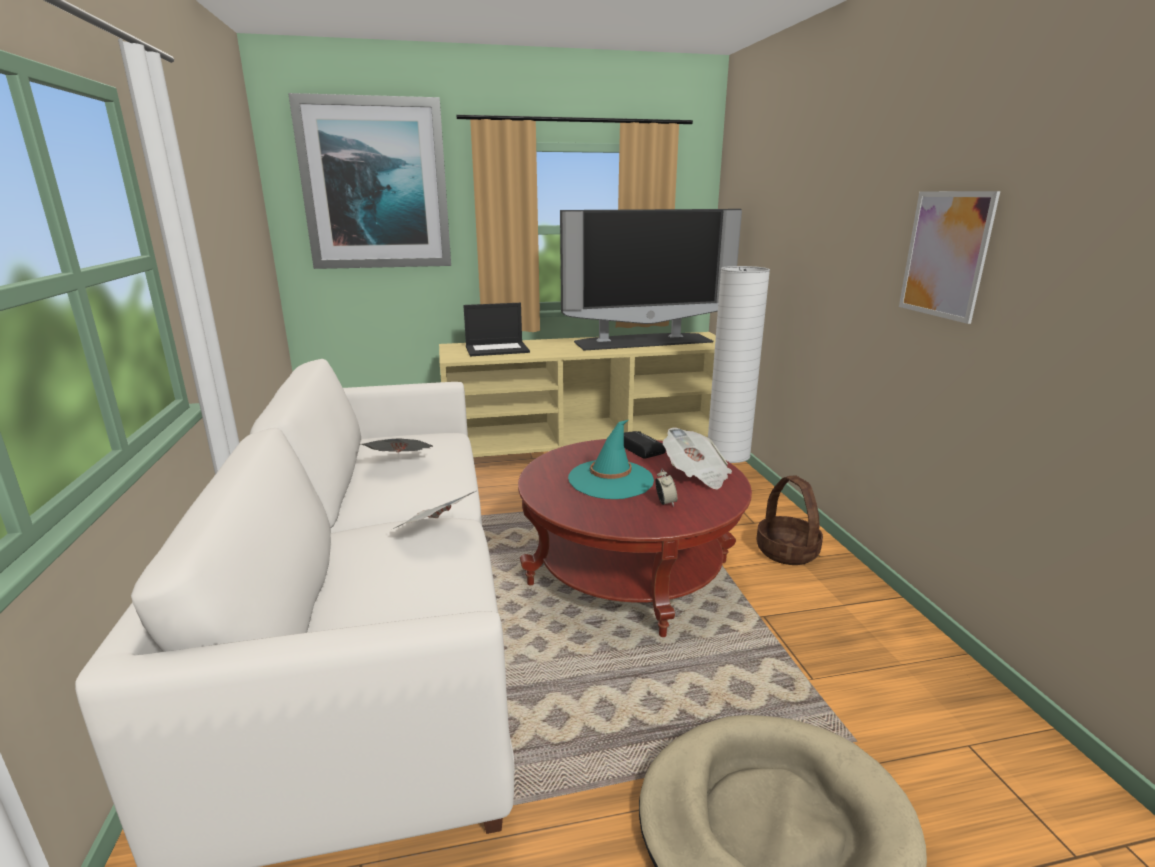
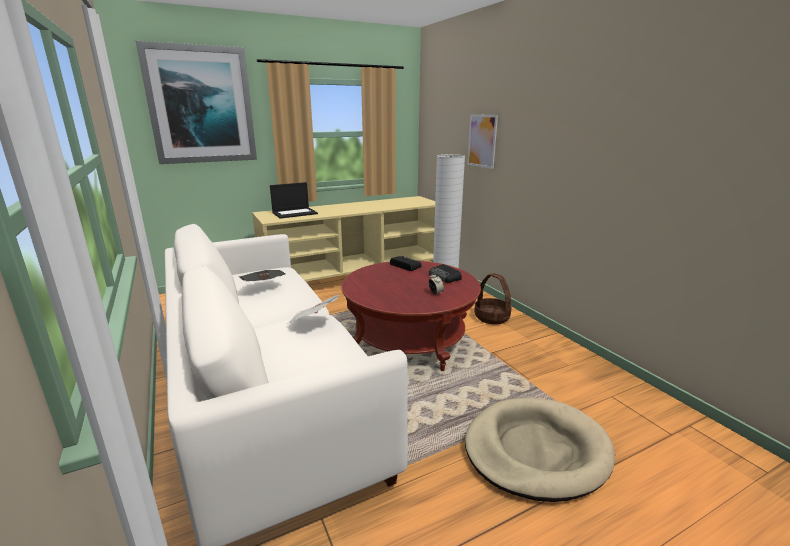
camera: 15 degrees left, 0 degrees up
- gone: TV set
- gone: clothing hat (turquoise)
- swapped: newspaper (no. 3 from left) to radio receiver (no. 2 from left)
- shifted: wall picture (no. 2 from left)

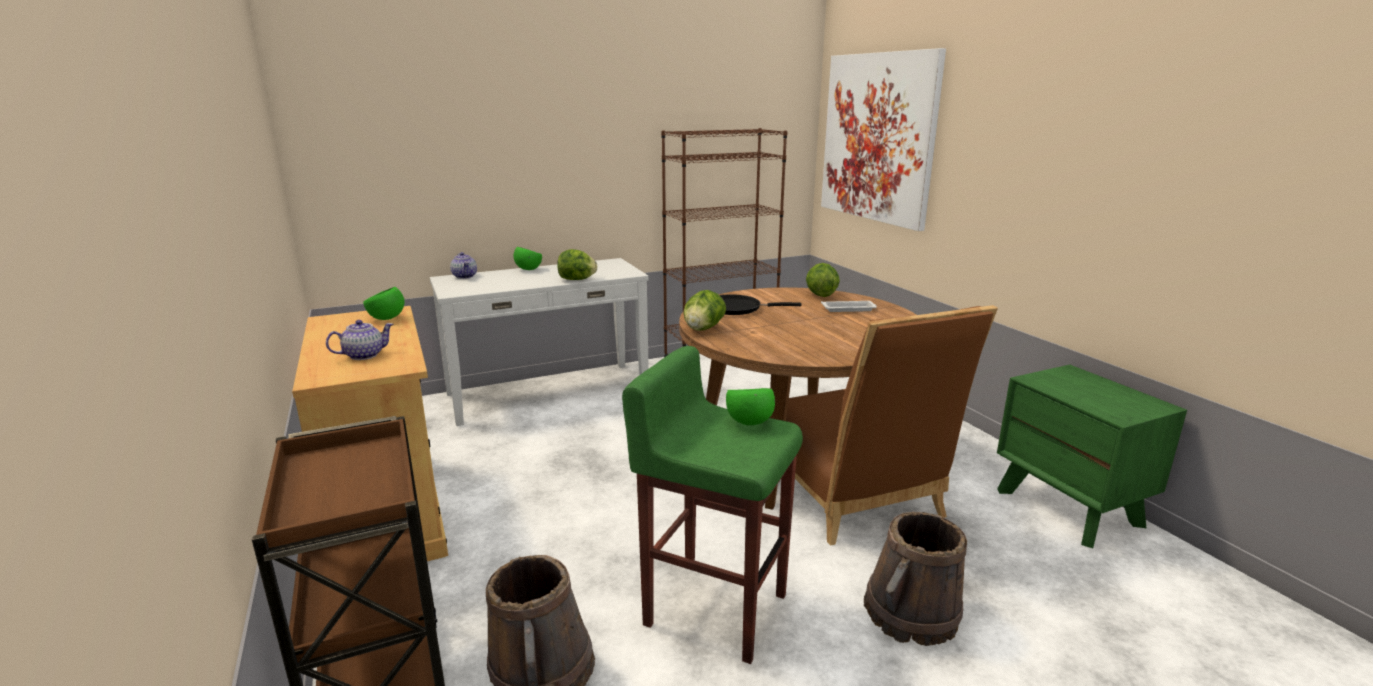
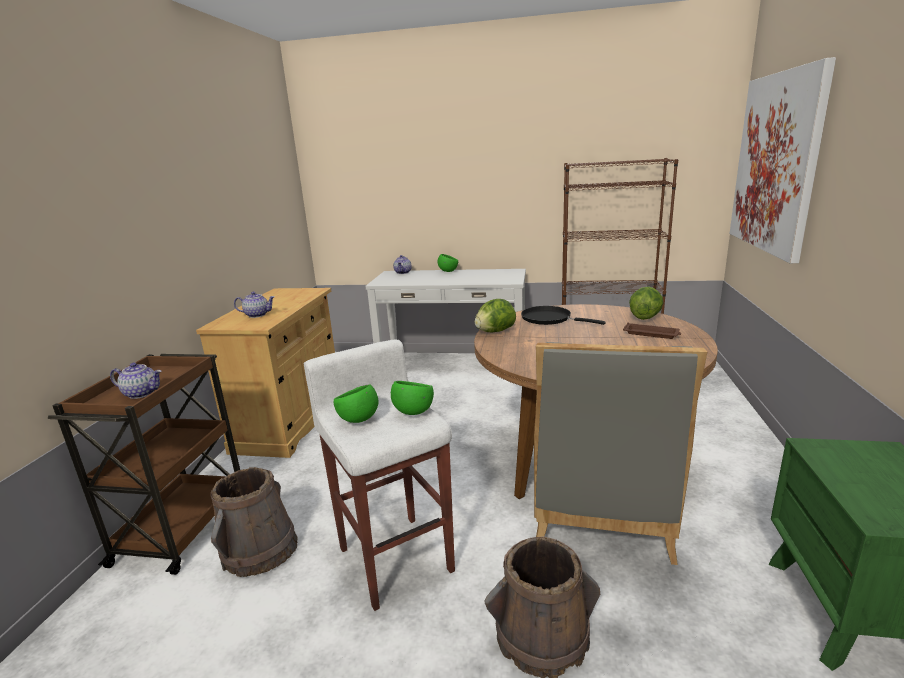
camera: 35 degrees right, 0 degrees up
- shifted: deep dish (greenish) (no. 1 from left)
- gone: lettuce (no. 1 from left)
- repainted: sitting stool (greenish) to sitting stool (white)
- repainted: upright chair (brown-coloured) to upright chair (greyish)
- repainted: carrying tray (white) to carrying tray (brown-coloured)
- new: pot for tea (no. 1 from left)

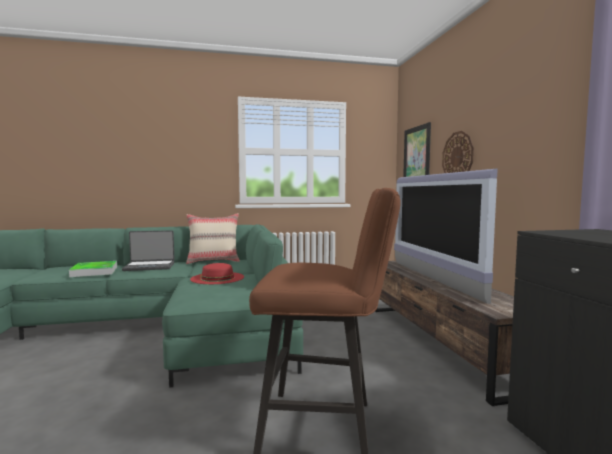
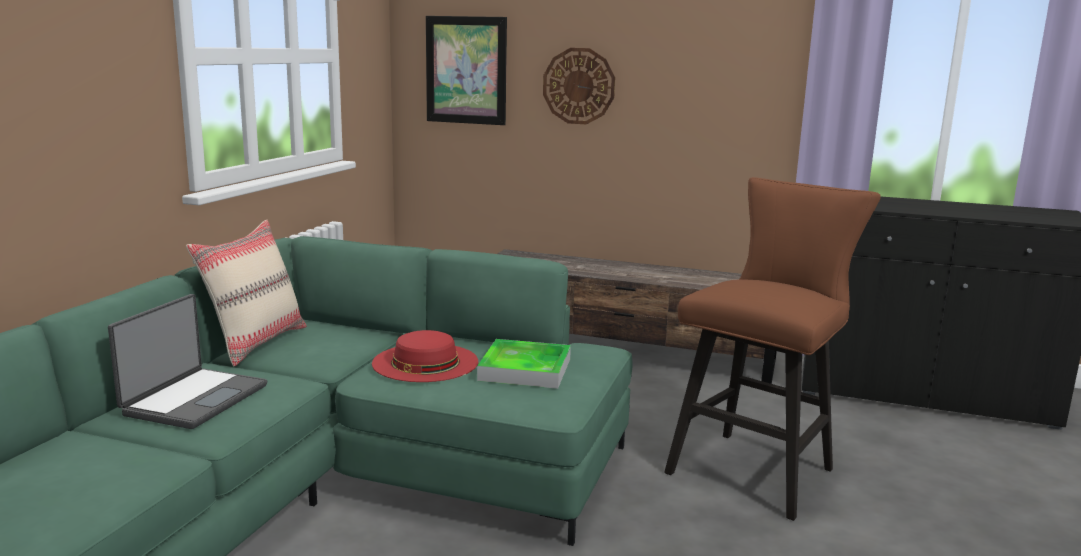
camera: 60 degrees left, 10 degrees up
- shifted: carrying tray
- gone: TV set

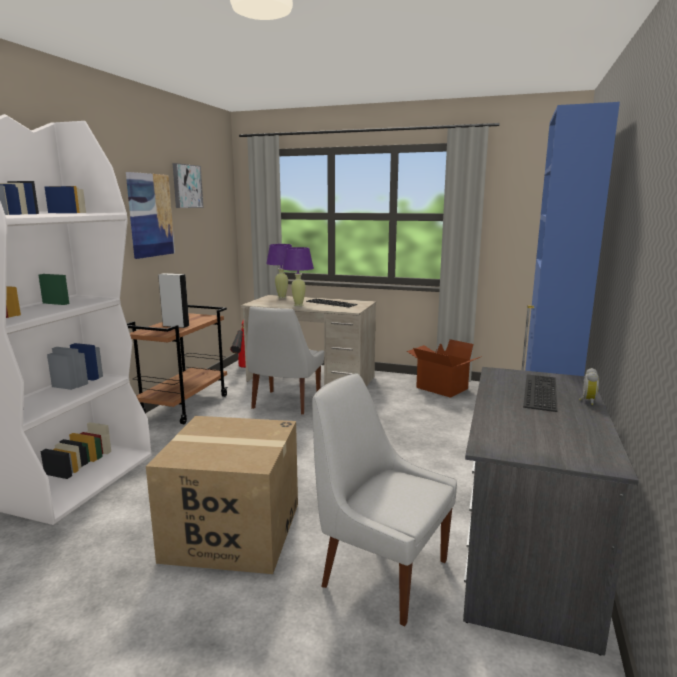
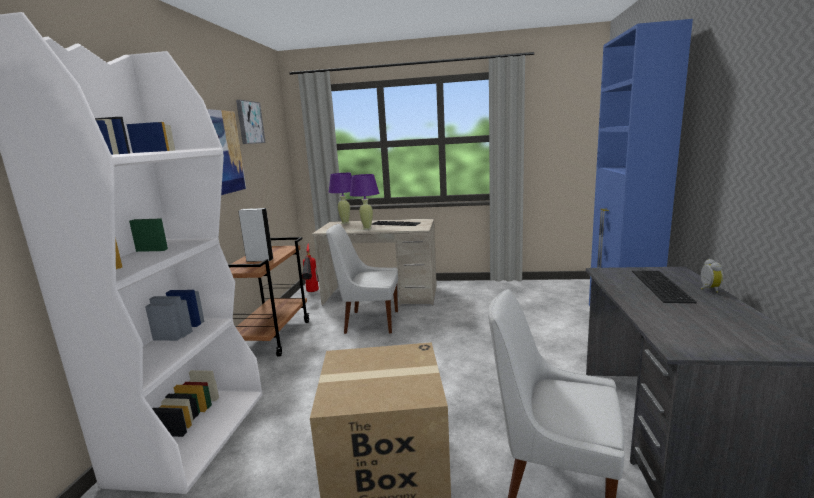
camera: 10 degrees left, 0 degrees up
- rotated: upright chair (white) (no. 1 from left) 90 degrees clockwise
- gone: cardboard box (no. 2 from left)

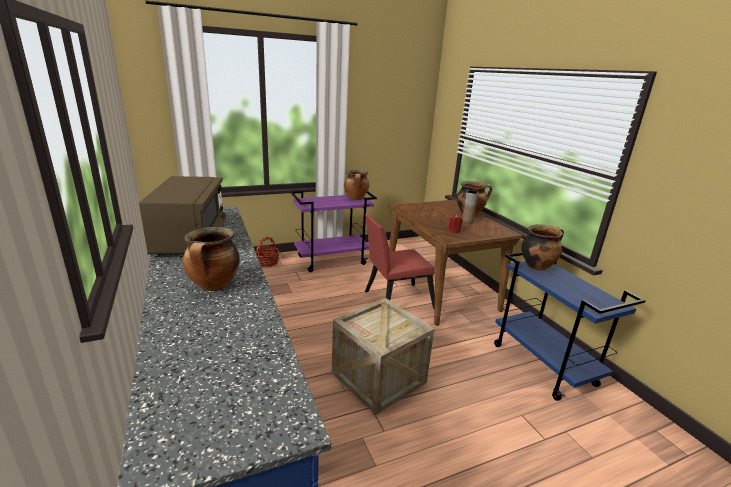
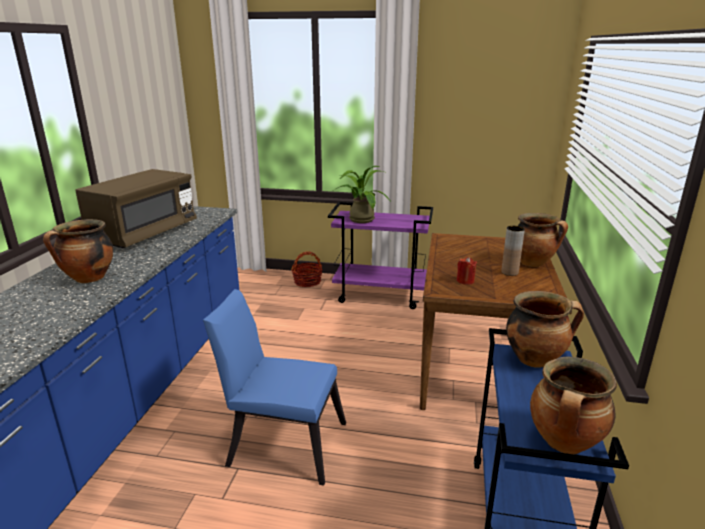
camera: 35 degrees right, 0 degrees up
- swapped: packing crate to upright chair (bluish)
- shifted: stockpot (no. 2 from left in the first image) to stockpot (no. 4 from left)
- gone: upright chair (red)
- new: potted plant

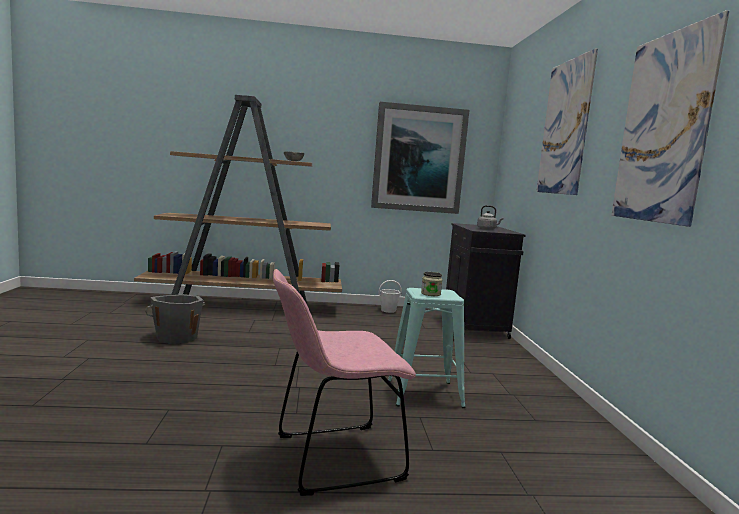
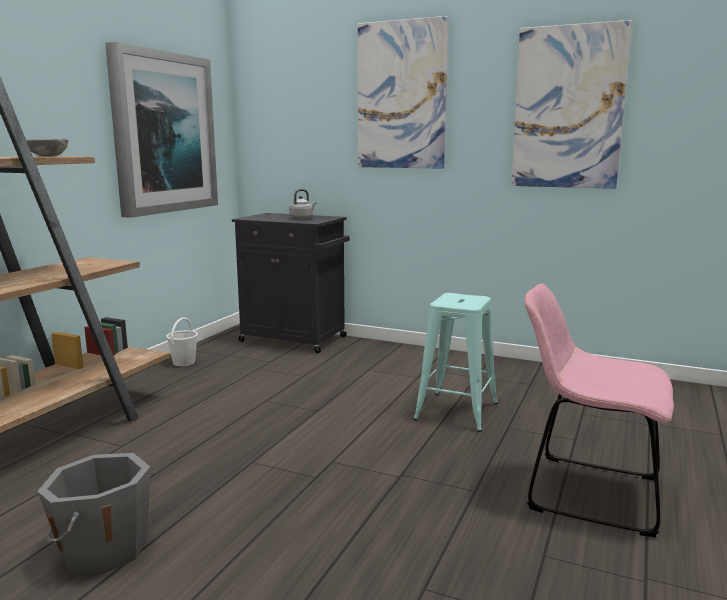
camera: 60 degrees left, 5 degrees up
- rotated: upright chair (pink-coloured) 105 degrees clockwise
- gone: jar

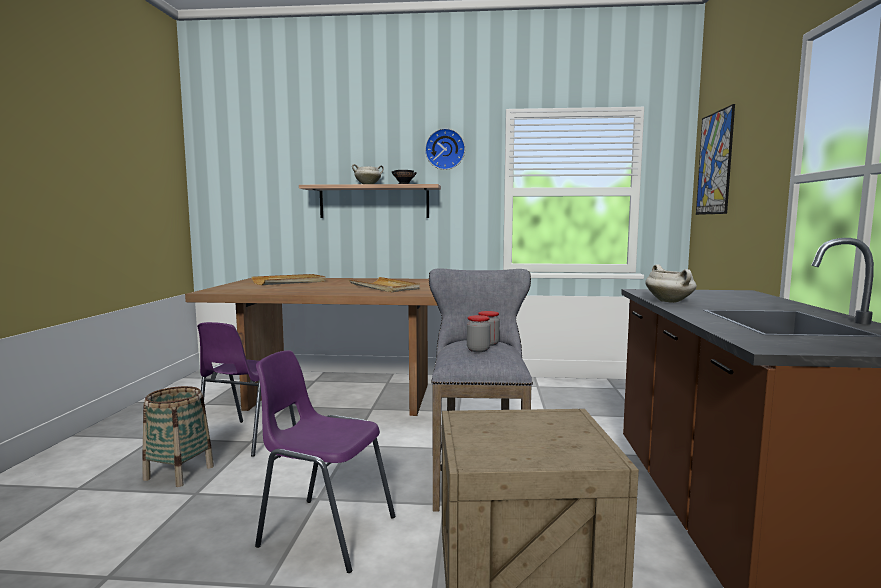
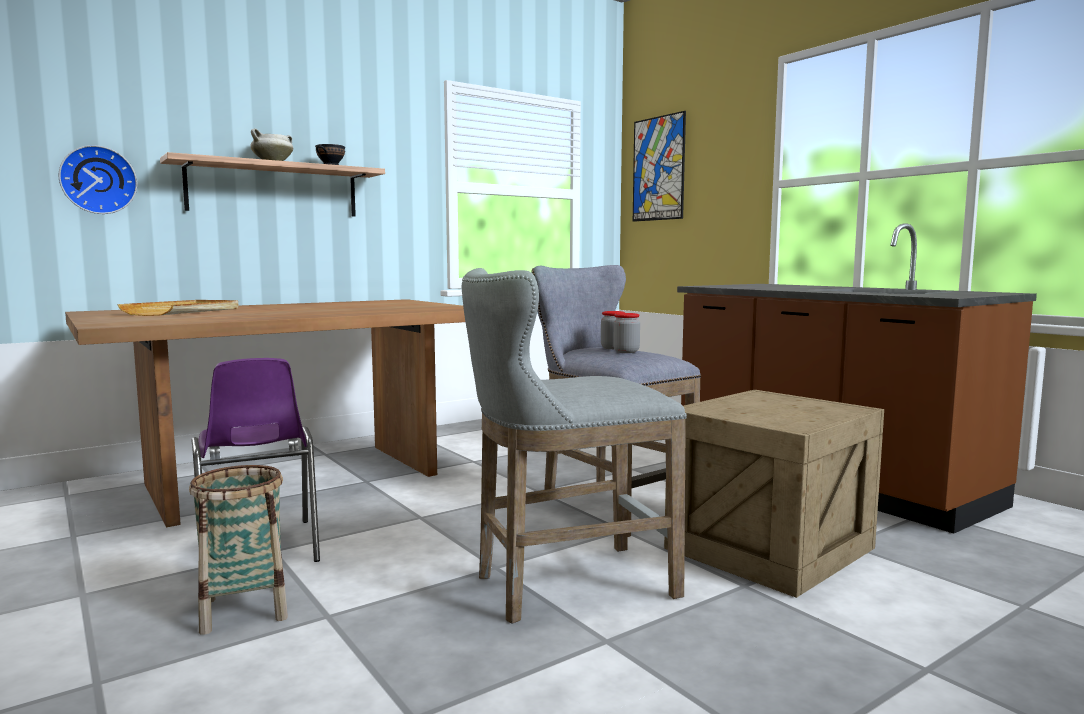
camera: 40 degrees left, 0 degrees up
- swapped: upright chair (purple-coloured) (no. 2 from left) to sitting stool (greyish) (no. 1 from left)
- gone: carrying tray (beige-coloured) (no. 2 from left)
- shifted: wall clock
- gone: stockpot (white) (no. 2 from left)

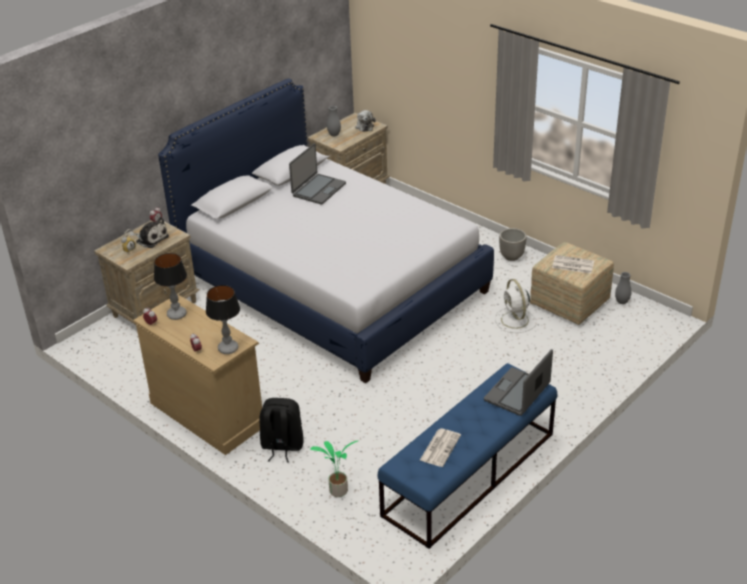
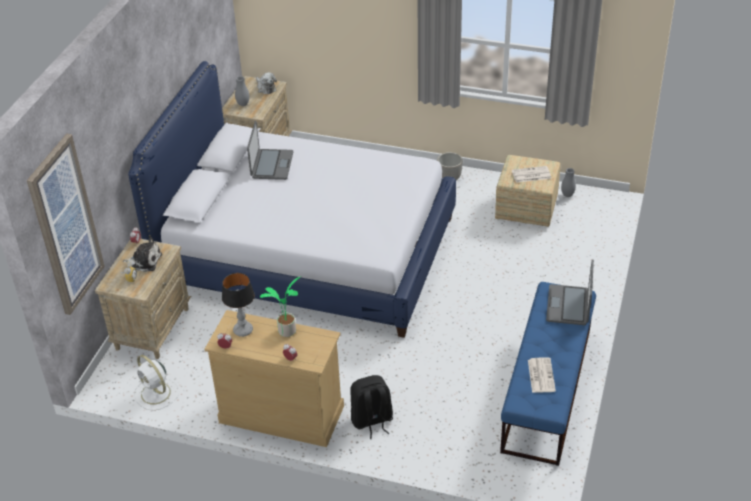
camera: 25 degrees left, 5 degrees up
- gone: table lamp (no. 2 from left)
- shifted: potted plant
- shifted: fan (white)
- new: wall picture

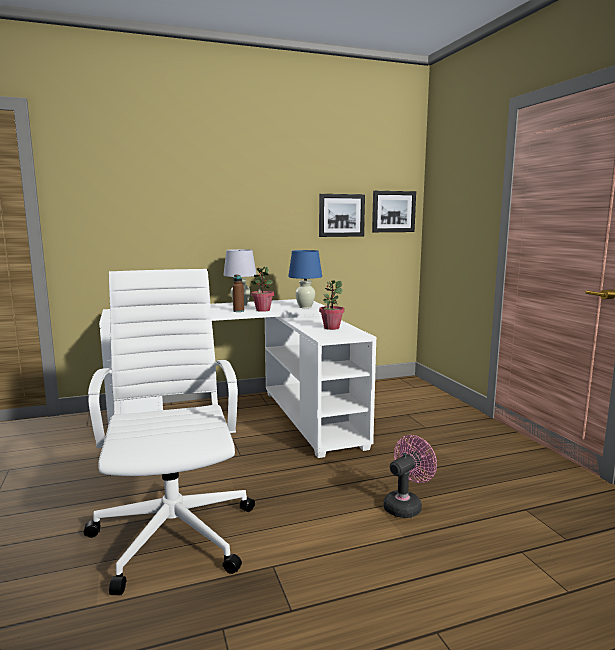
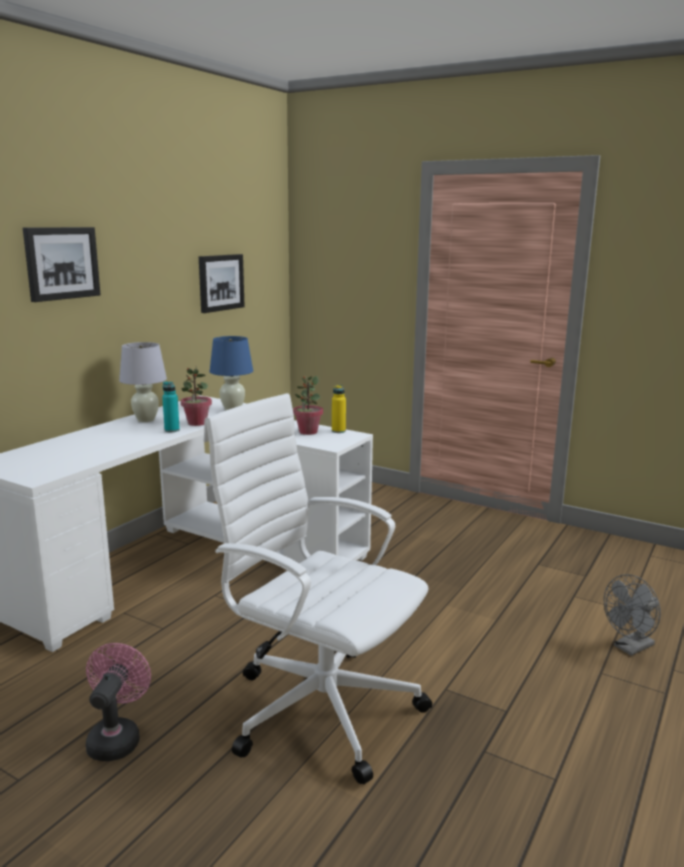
camera: 40 degrees left, 5 degrees up
- repainted: drink bottle (brown-coloured) to drink bottle (turquoise)
- shifted: wall picture (no. 2 from left in the first image) to wall picture (no. 1 from left)
- shifted: fan (pink-coloured)
- new: drink bottle (yellow)
- new: fan (greyish)

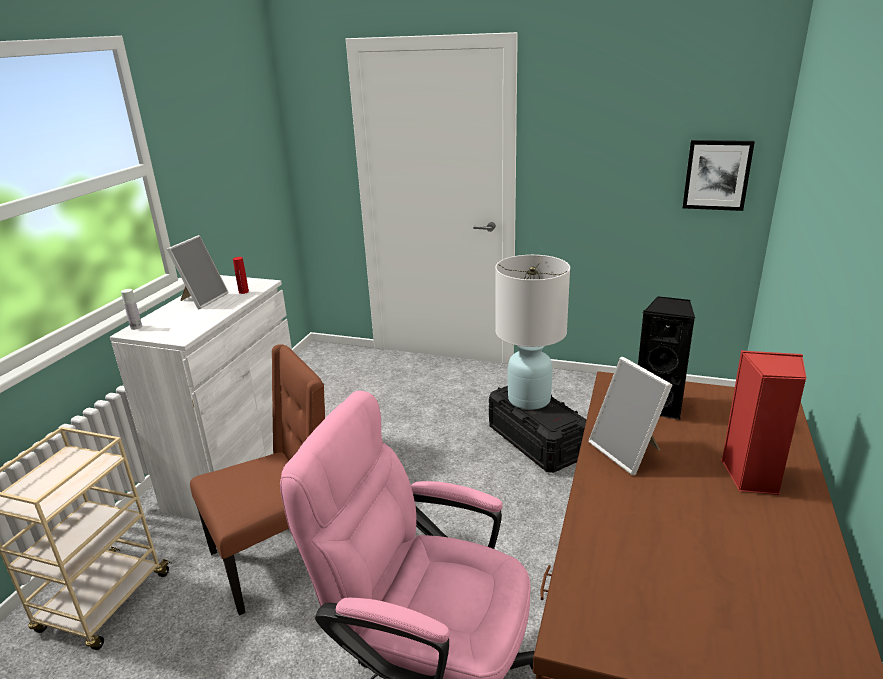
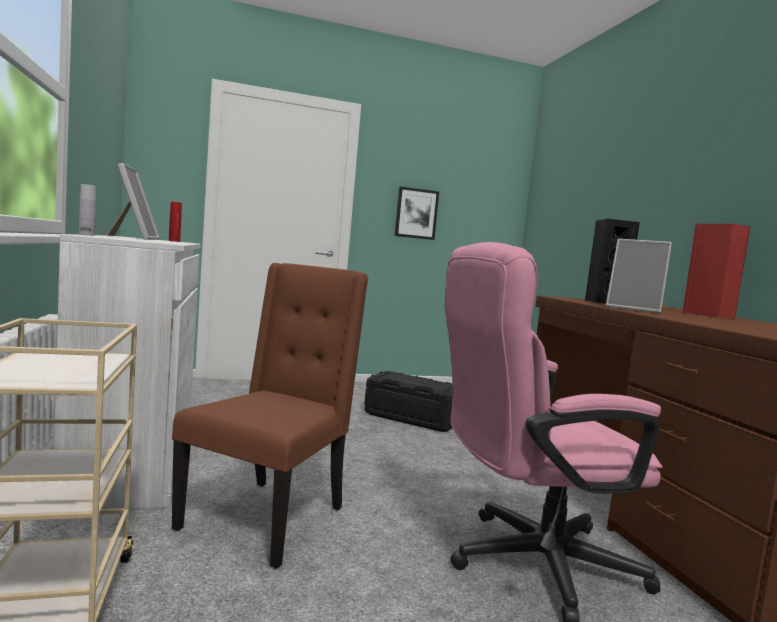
camera: 35 degrees left, 20 degrees down
- gone: table lamp (white)
- shifted: wall picture

